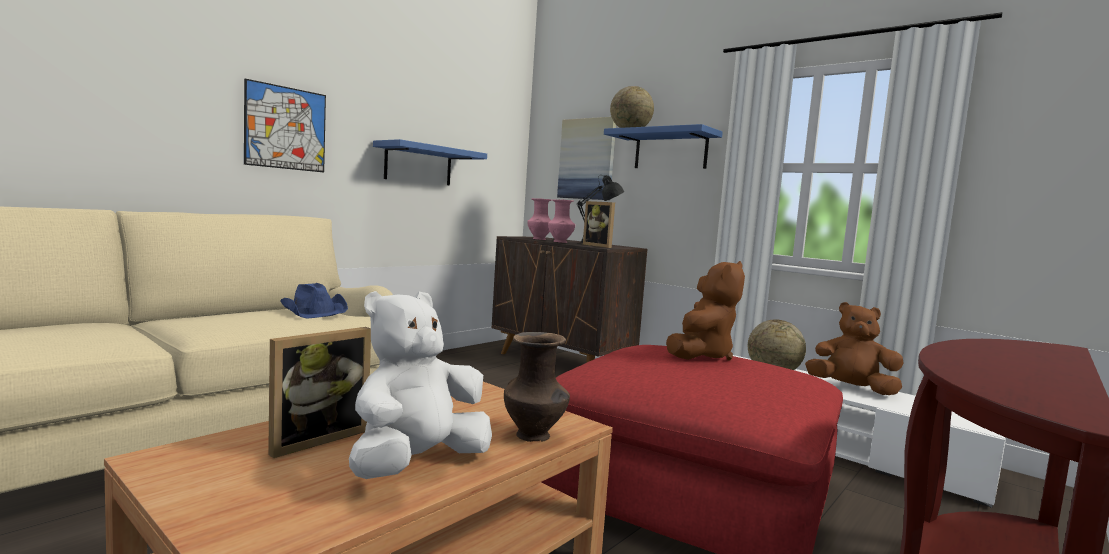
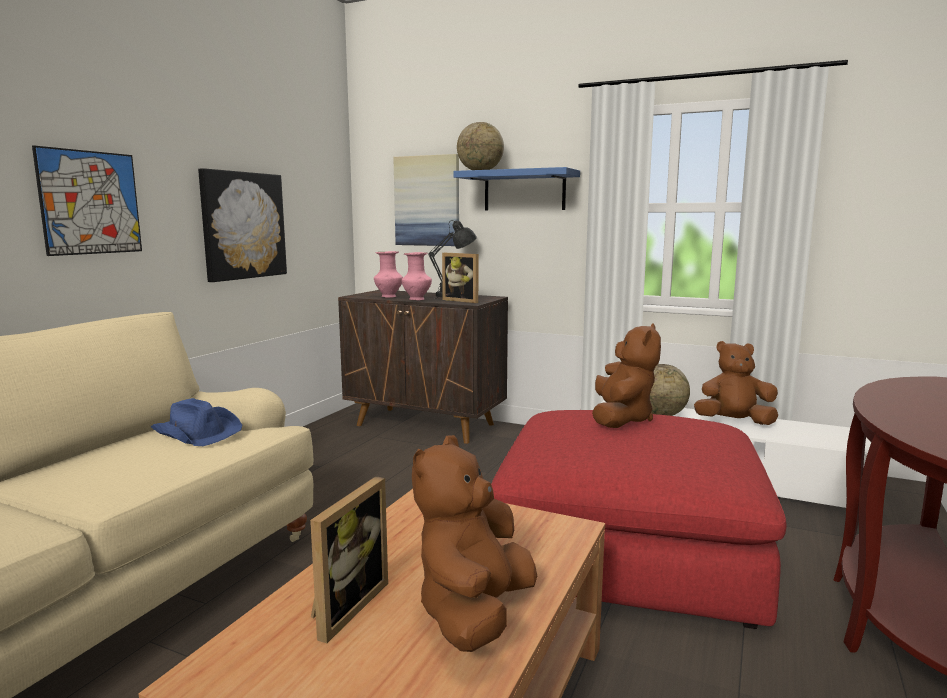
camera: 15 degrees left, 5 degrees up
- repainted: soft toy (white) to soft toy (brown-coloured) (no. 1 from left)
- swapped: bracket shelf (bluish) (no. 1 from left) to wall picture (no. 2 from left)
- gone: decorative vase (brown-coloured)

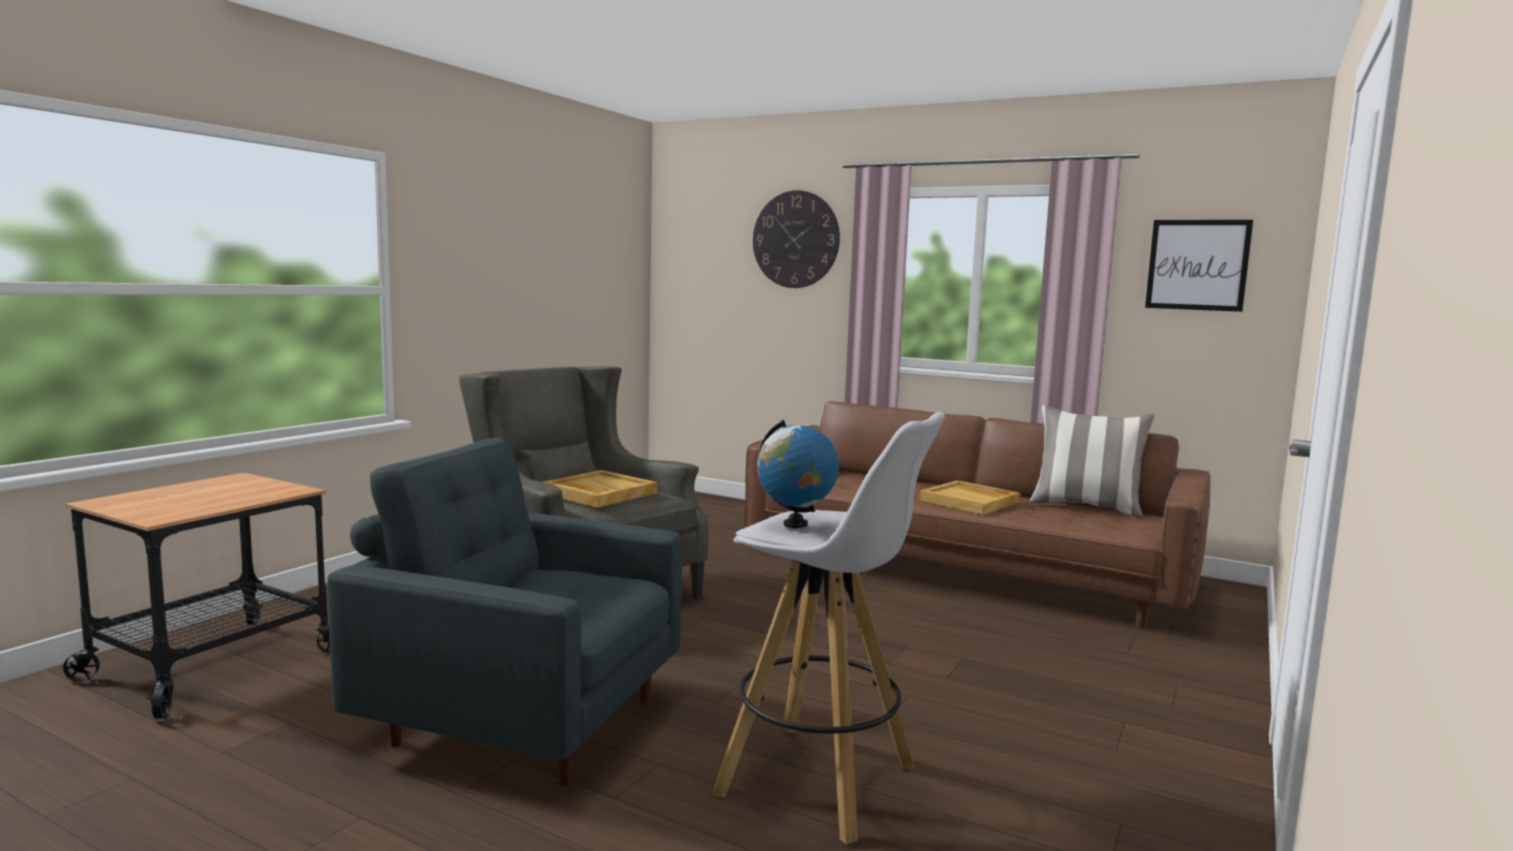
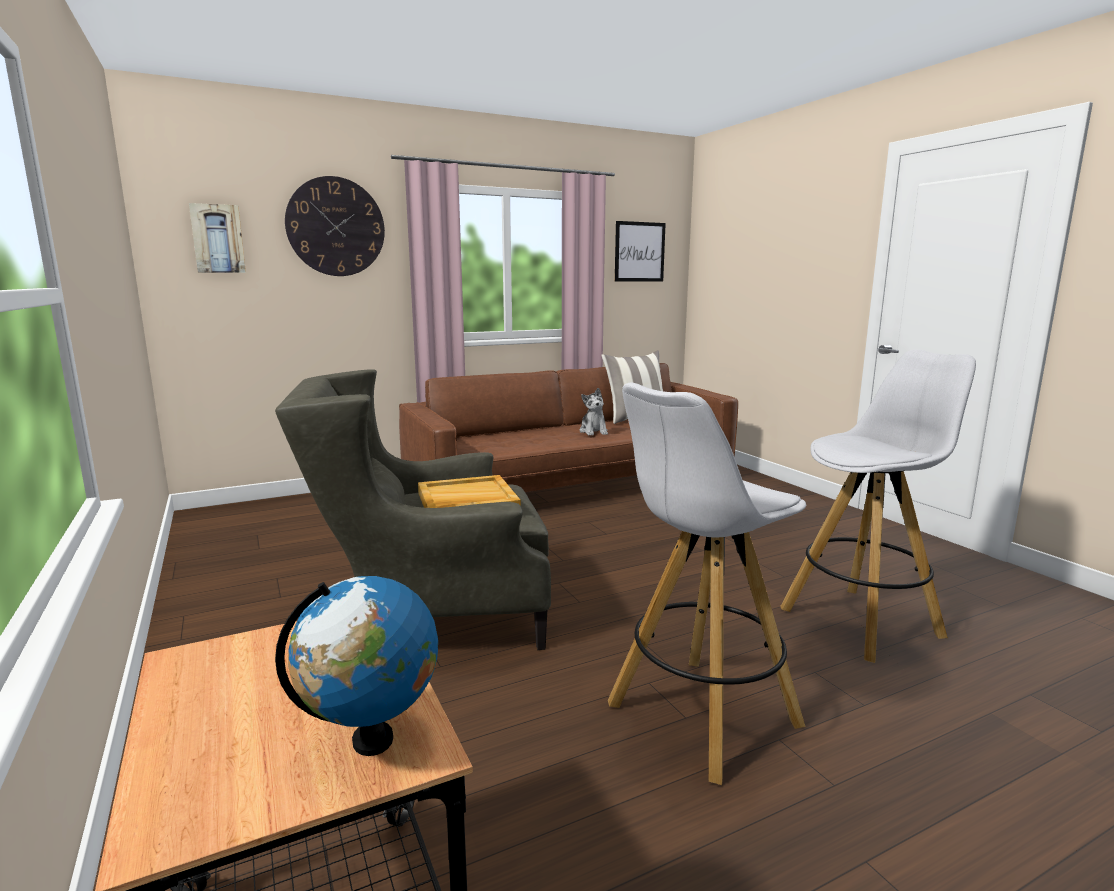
camera: 55 degrees left, 5 degrees up
- swapped: easy chair (greyish) (no. 1 from left) to sitting stool (white) (no. 1 from left)
- shifted: world globe
- swapped: carrying tray (beige-coloured) (no. 2 from left) to soft toy
- new: wall picture (no. 1 from left)

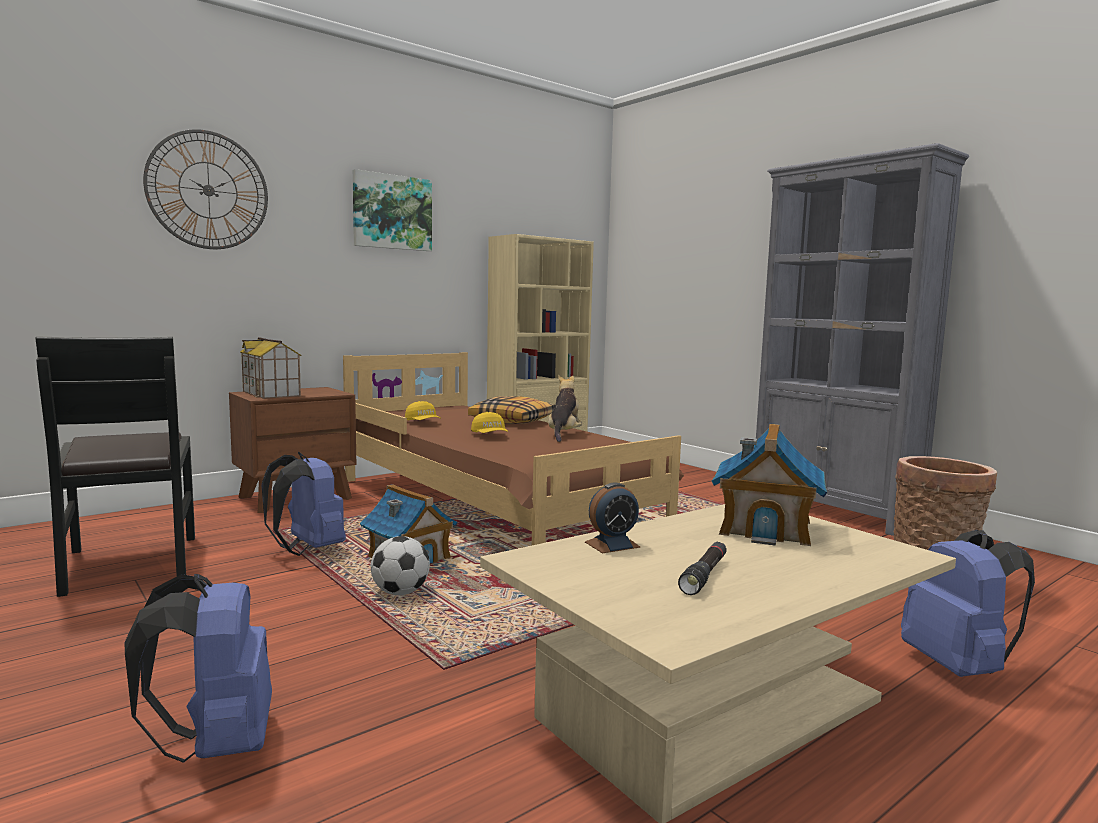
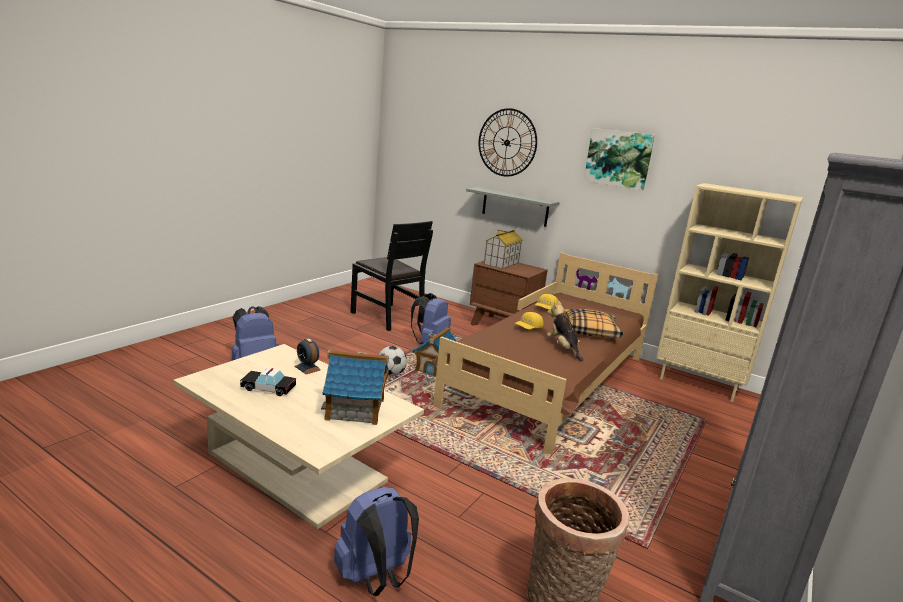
camera: 70 degrees right, 10 degrees up
- rotated: upright chair (blackish) 90 degrees counterclockwise
- rotated: soft toy 105 degrees counterclockwise
- swapped: flashlight (blackish) to toy car
- new: bracket shelf (greyish)

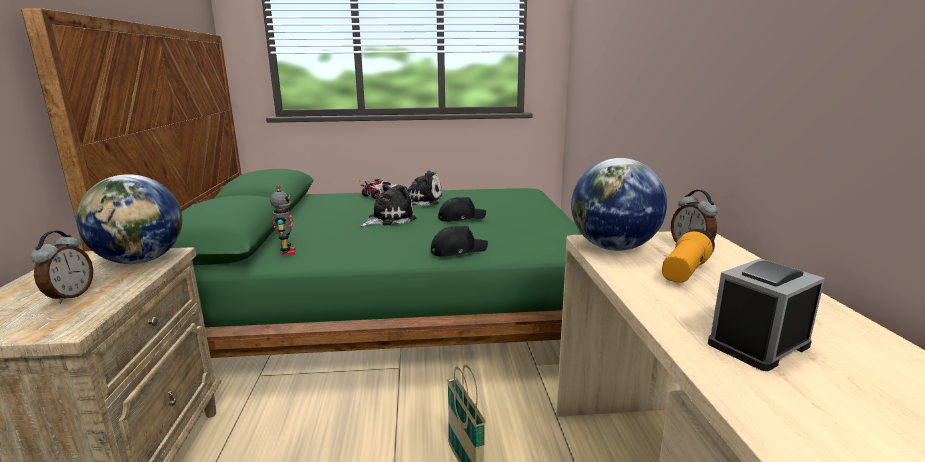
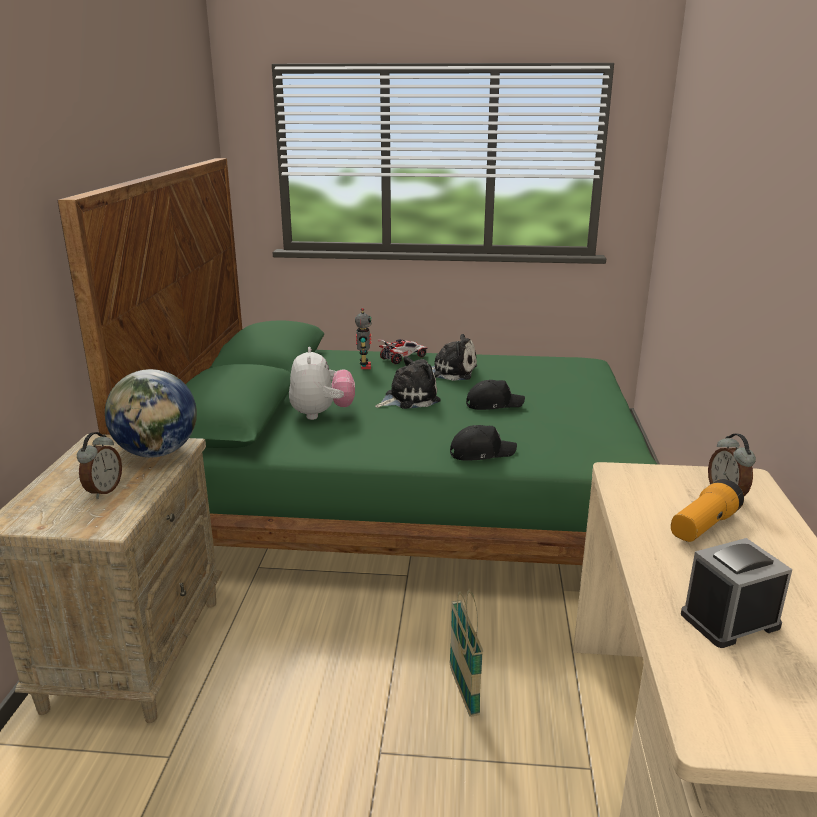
camera: 10 degrees right, 5 degrees up
- shifted: model robot
- gone: world globe (no. 2 from left)
- new: soft toy (no. 1 from left)

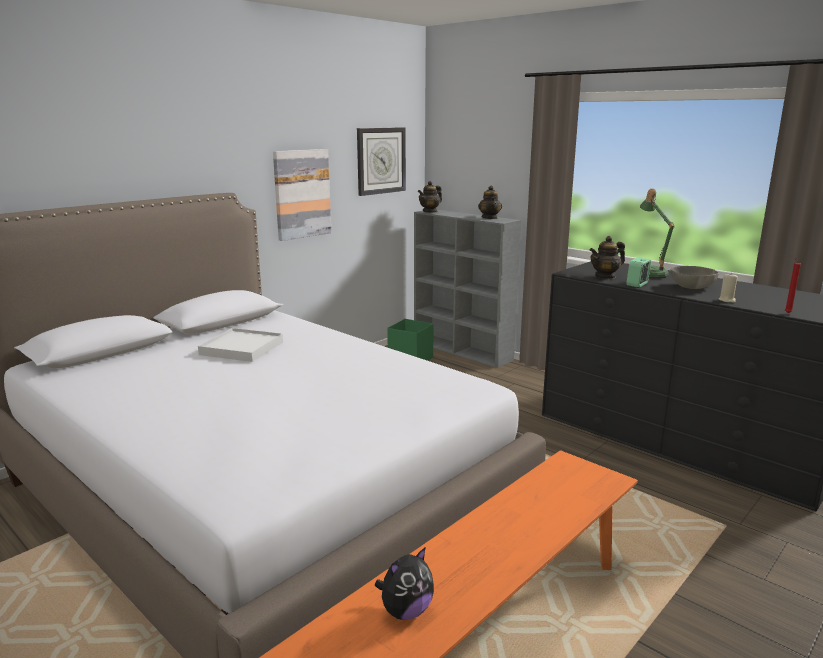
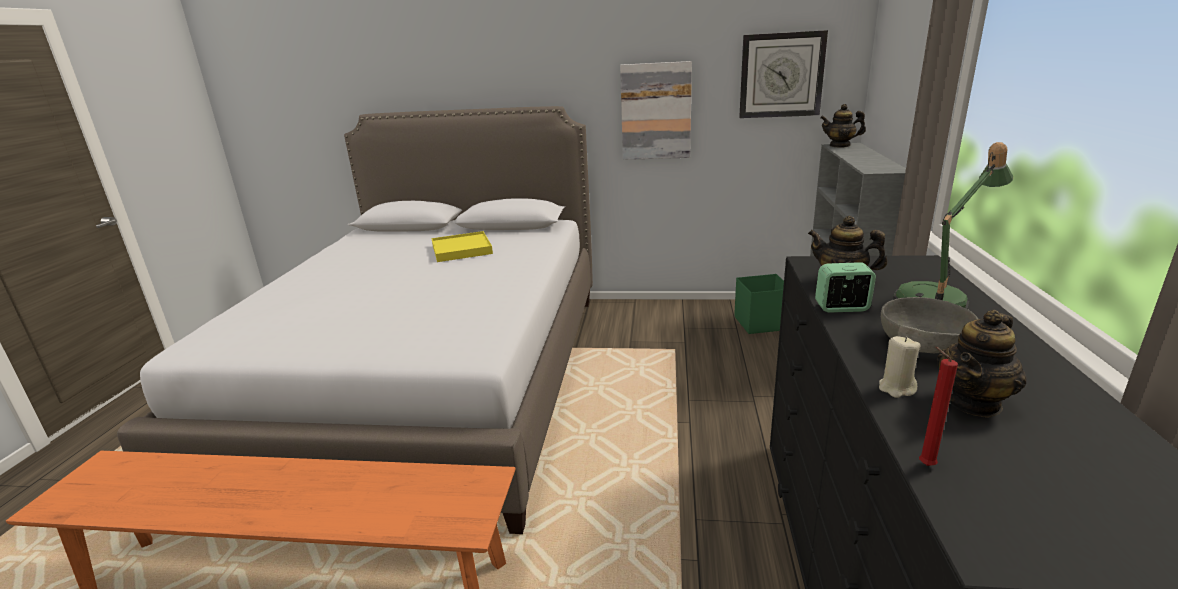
camera: 55 degrees right, 5 degrees up
- repainted: carrying tray (white) to carrying tray (yellow)
- gone: soft toy
- shifted: pot for tea (no. 2 from left in the first image) to pot for tea (no. 3 from left)

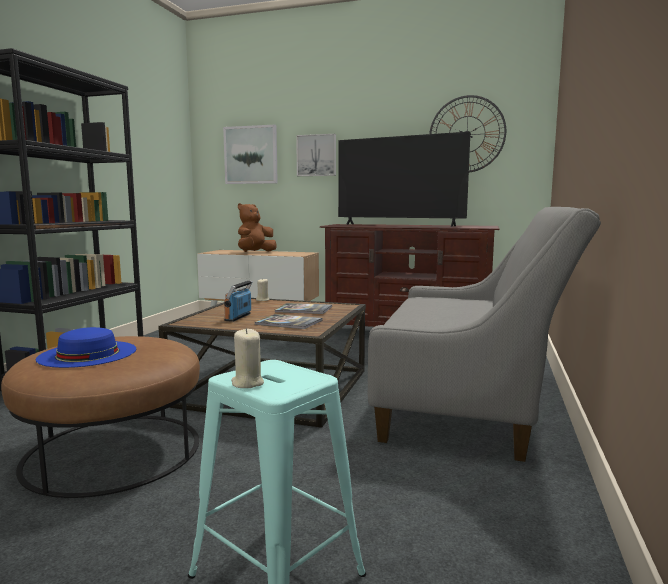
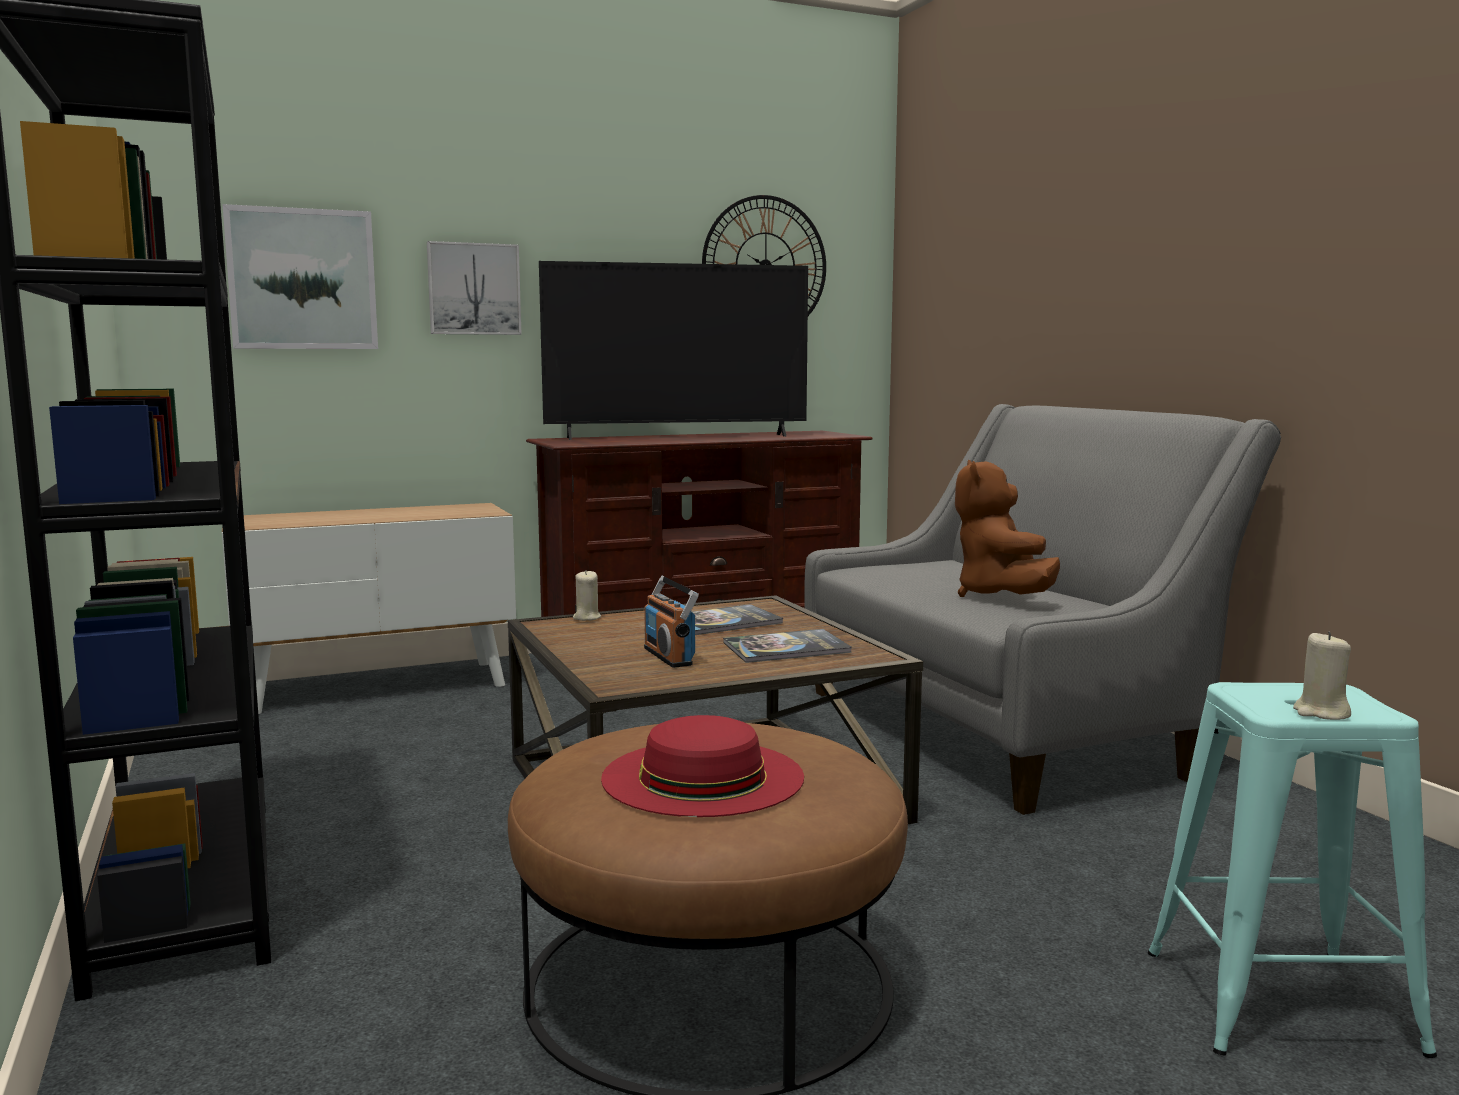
camera: 40 degrees left, 0 degrees up
- repainted: clothing hat (bluish) to clothing hat (red)
- shifted: soft toy (brown-coloured)

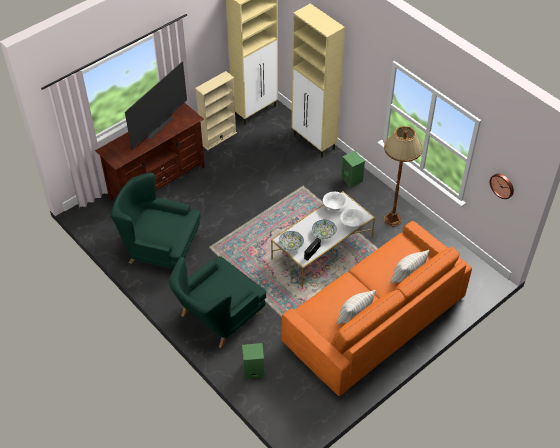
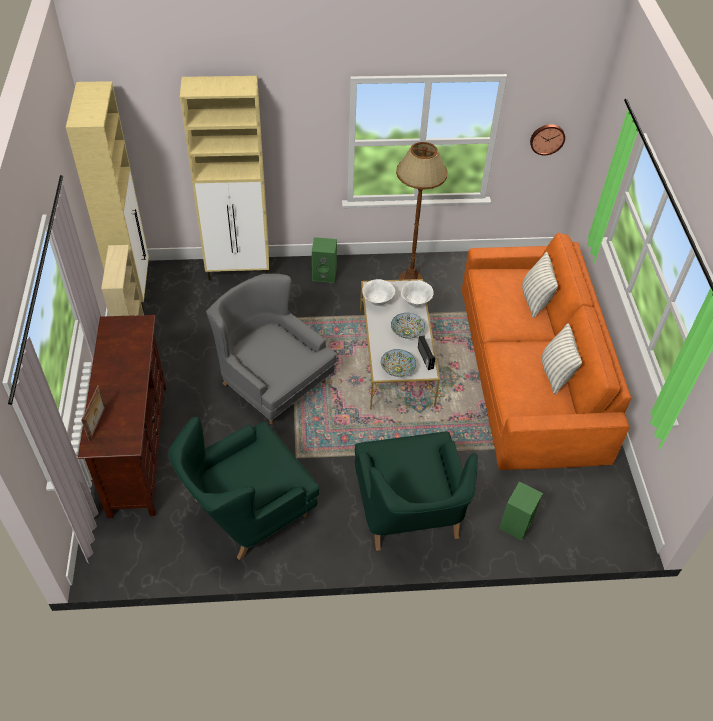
camera: 55 degrees left, 0 degrees up
- gone: TV set
- new: picture frame
- new: easy chair (greyish)

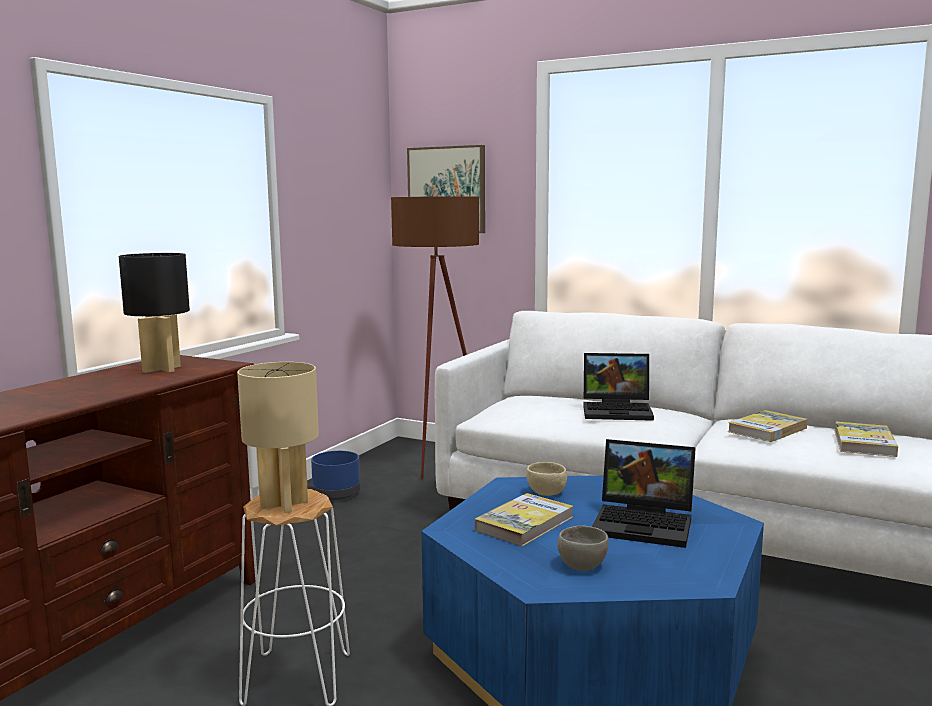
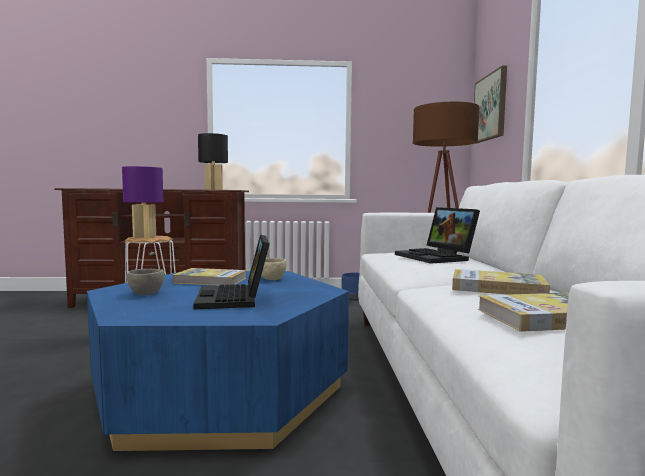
camera: 60 degrees right, 5 degrees down
- repainted: table lamp (beige-coloured) to table lamp (purple-coloured)

